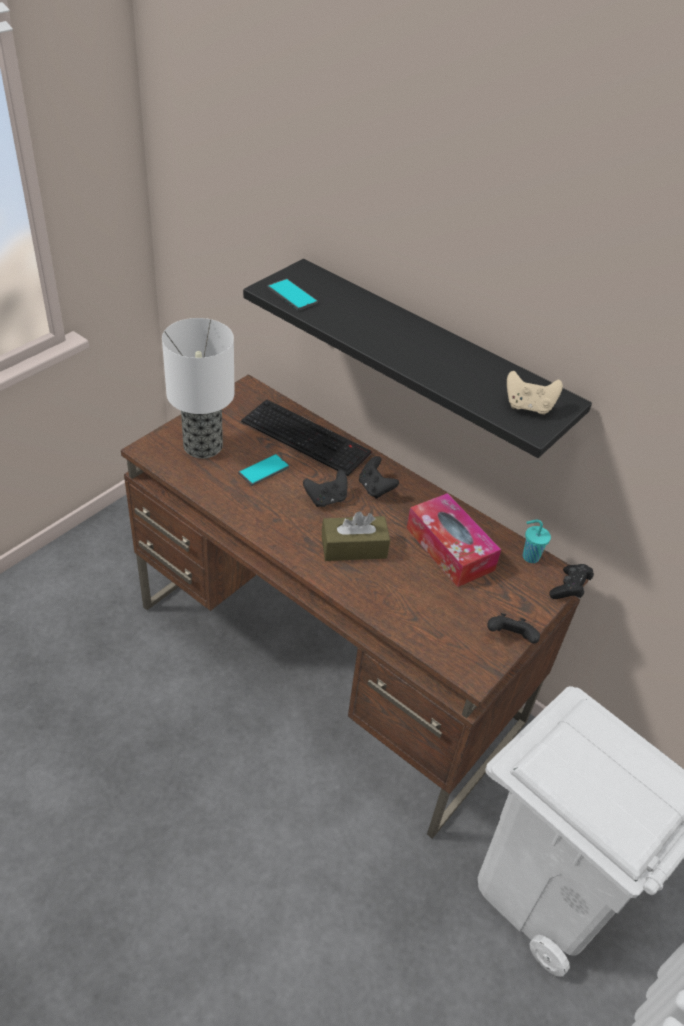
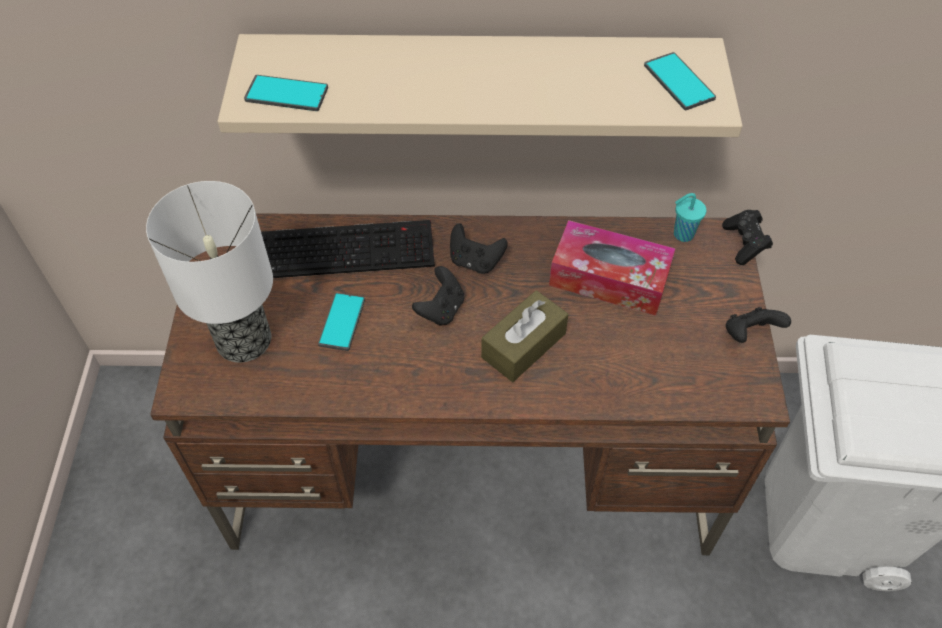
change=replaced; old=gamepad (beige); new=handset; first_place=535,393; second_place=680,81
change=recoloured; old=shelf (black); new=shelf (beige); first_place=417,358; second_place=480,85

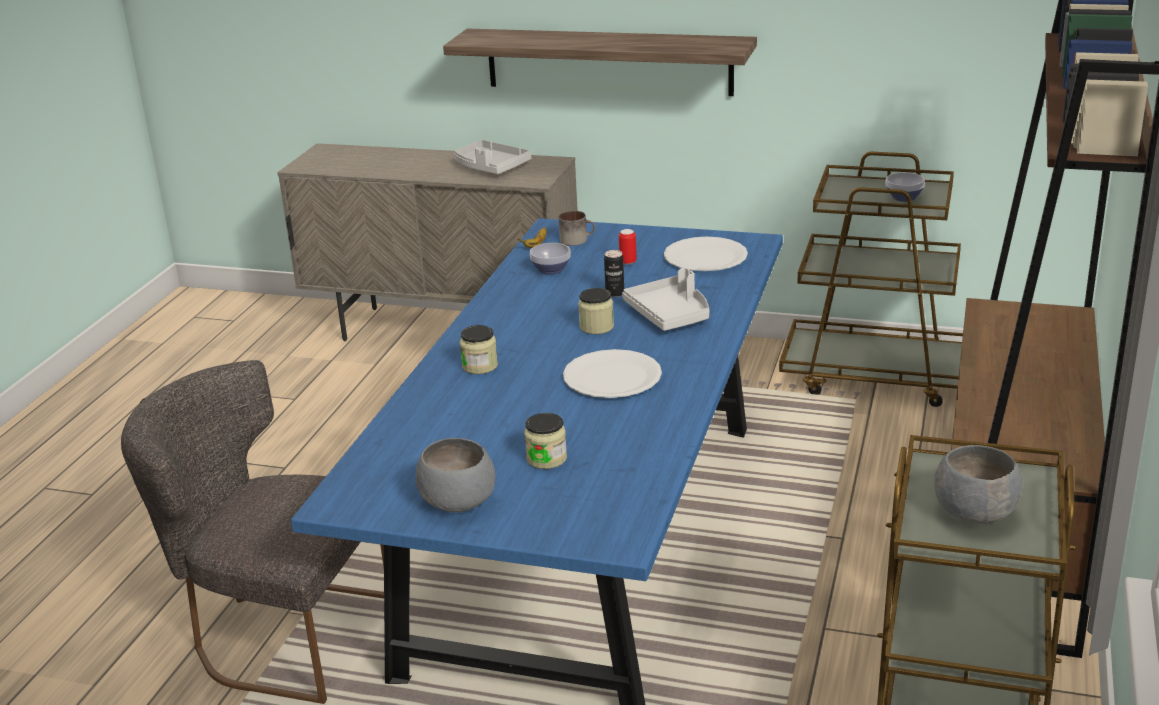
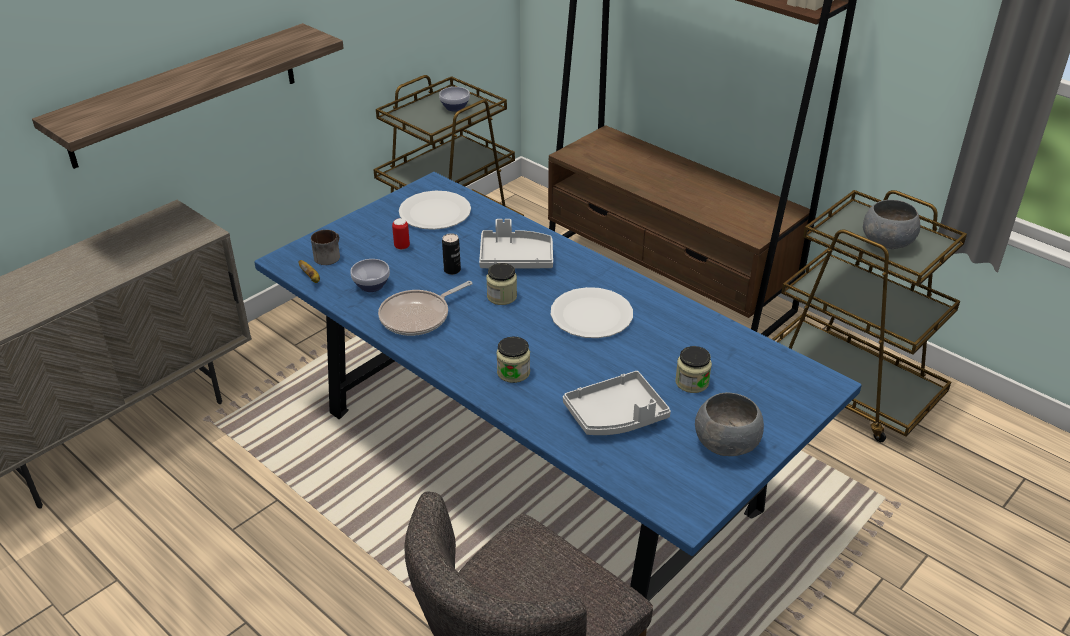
change=added; new=pan; second_place=425,308
change=moved; old=serving tray (gray); first_place=492,157; second_place=617,403

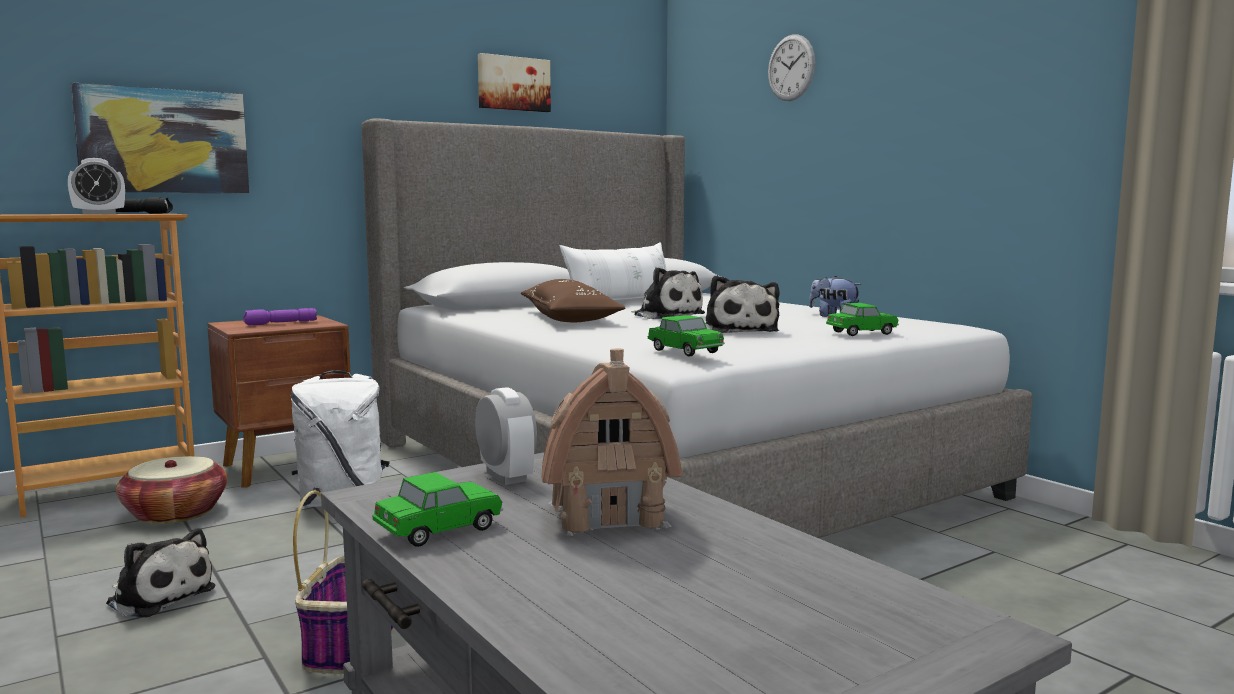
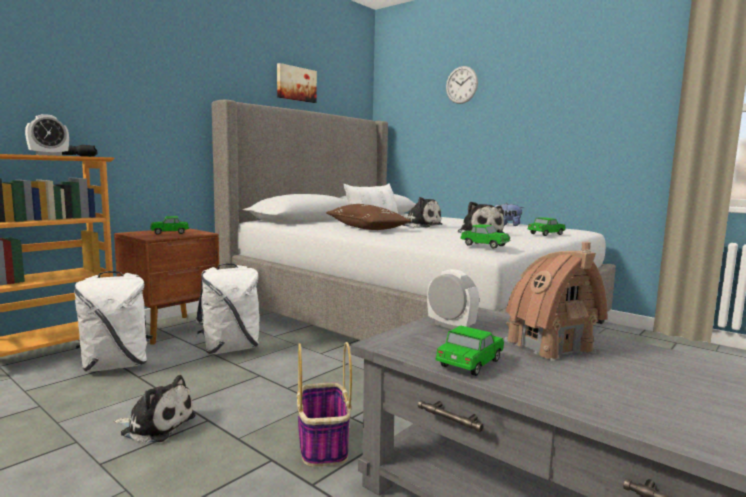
change=removed; old=picture; first_place=160,138
change=replaced; old=storage basket; new=rucksack (white-coloured); first_place=171,490; second_place=113,321
change=replaced; old=torch (purple); new=miniature car; first_place=280,316; second_place=169,225

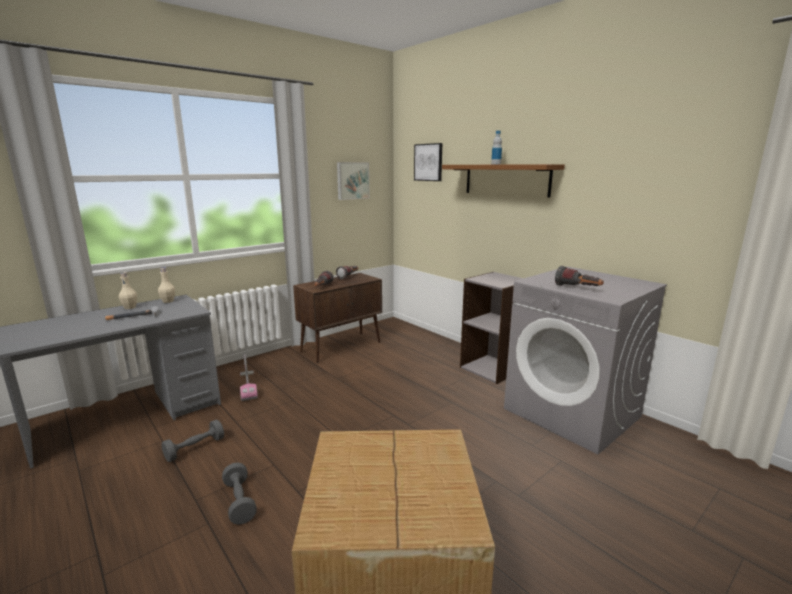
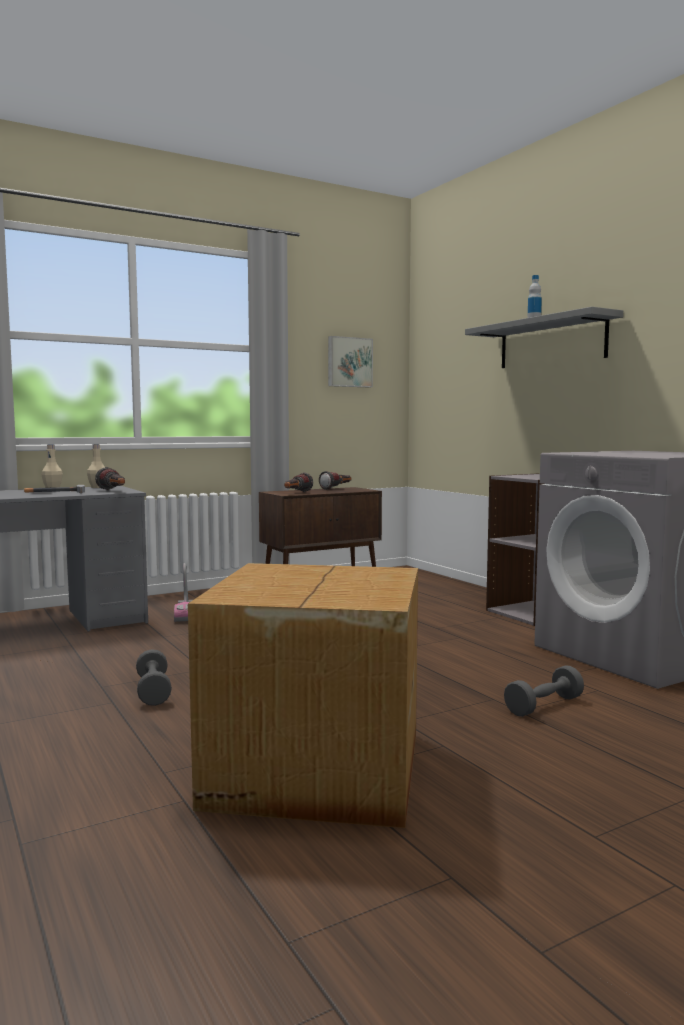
change=removed; old=picture; first_place=428,162
change=moved; old=hand weight (gray); first_place=192,440; second_place=544,691
change=moved; old=torch; first_place=579,276; second_place=110,478
change=recoloured; old=shelf (brown-coloured); new=shelf (gray); first_place=503,181; second_place=544,337

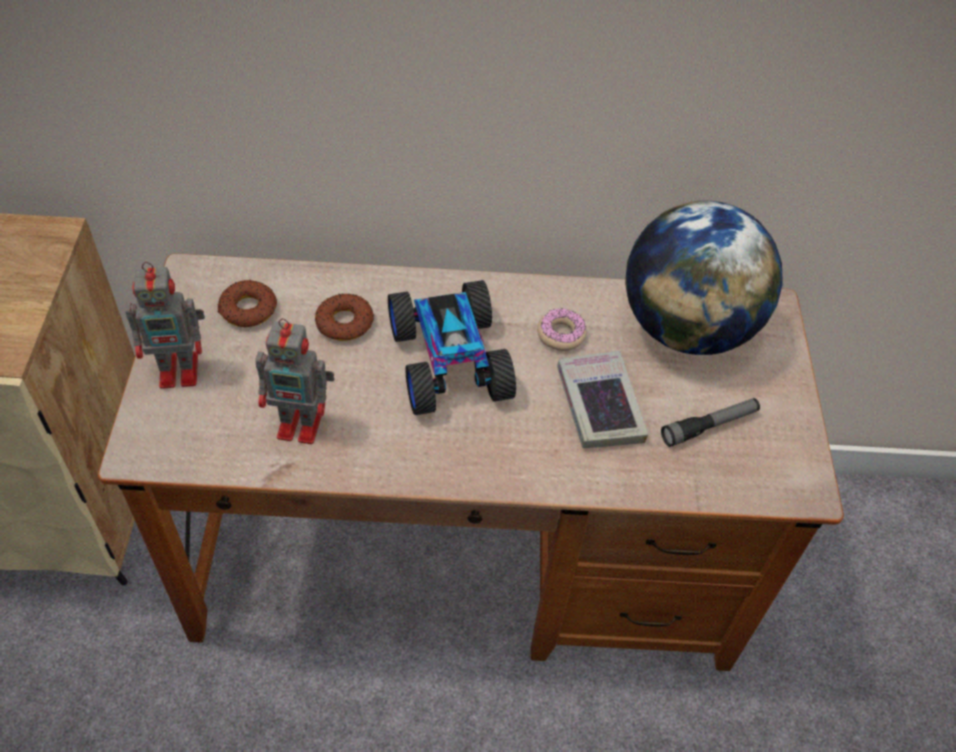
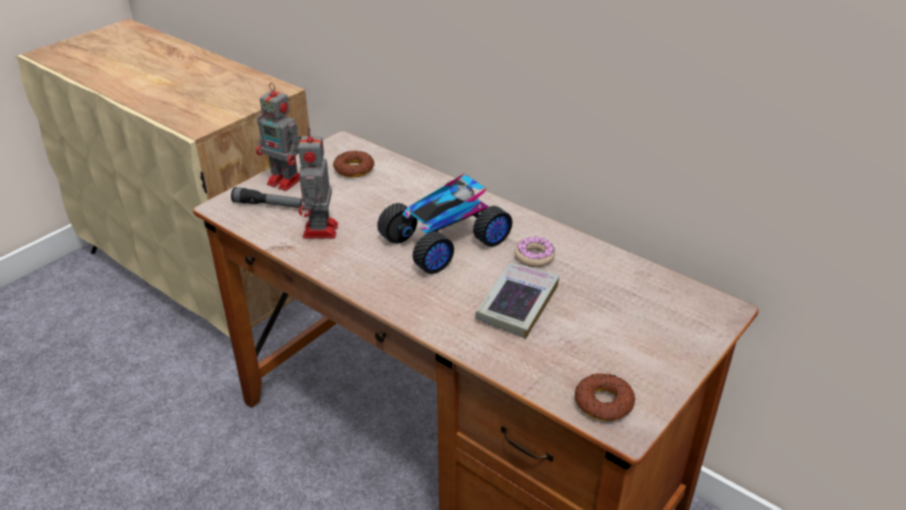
change=removed; old=desk globe; first_place=704,278
change=moved; old=donut; first_place=344,317; second_place=605,397
change=moved; old=torch; first_place=710,422; second_place=267,197
change=turned; old=toy robot; first_place=295,381; second_place=318,183; degrees=45
change=turned; old=miniature car; first_place=452,347; second_place=444,224; degrees=-150

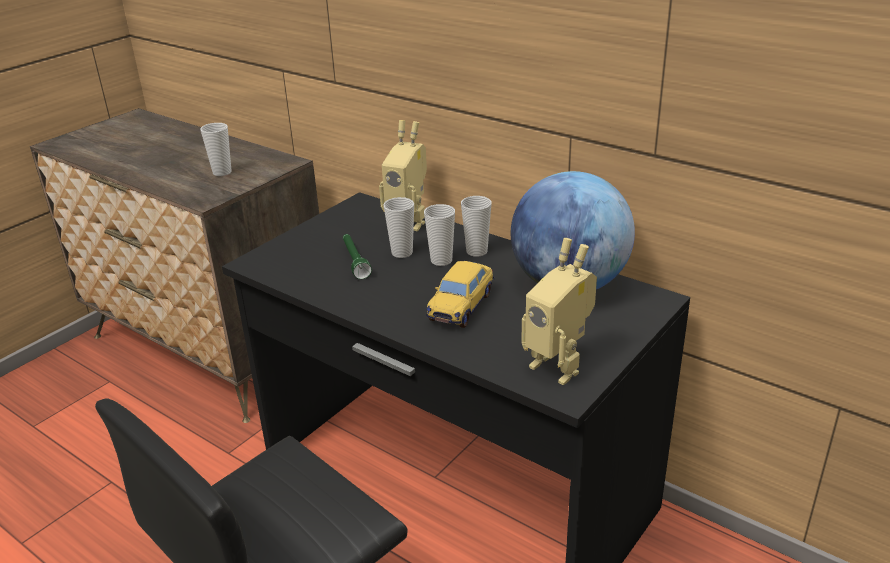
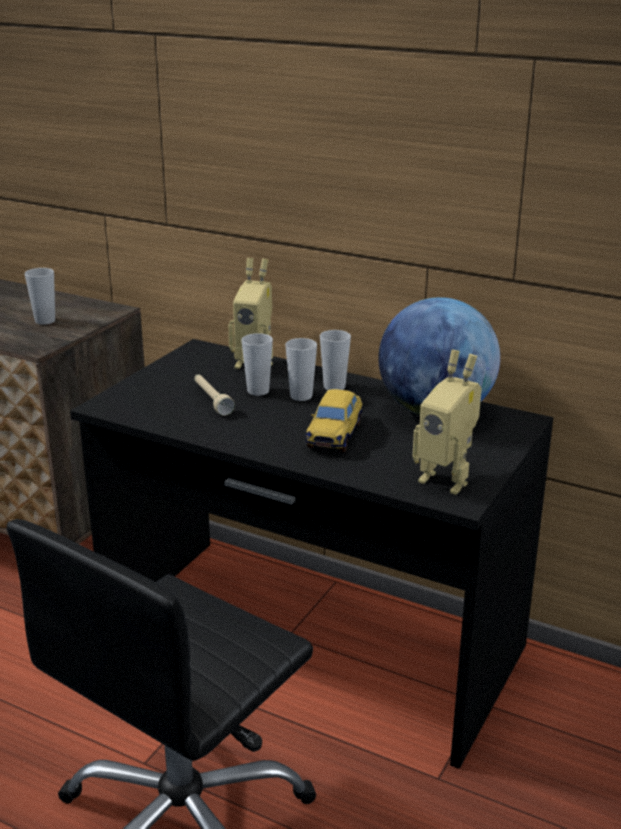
change=recoloured; old=torch (green-coloured); new=torch (beige); first_place=357,256; second_place=214,395

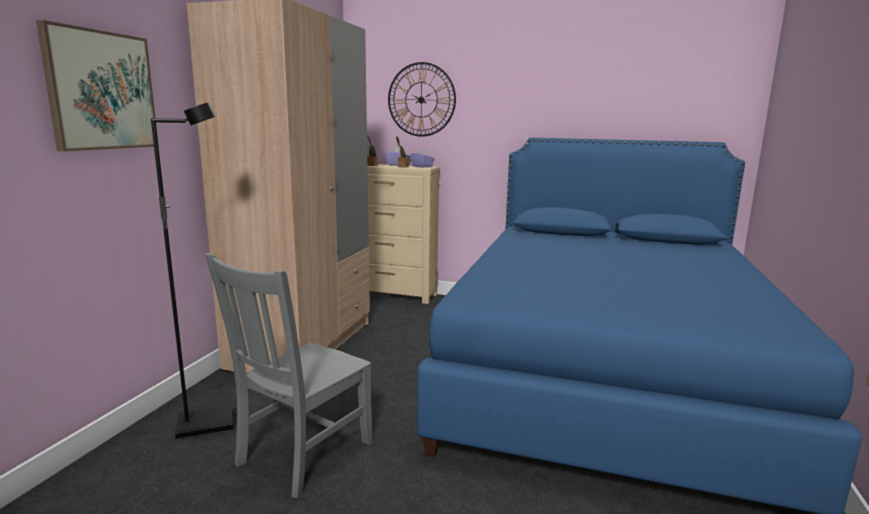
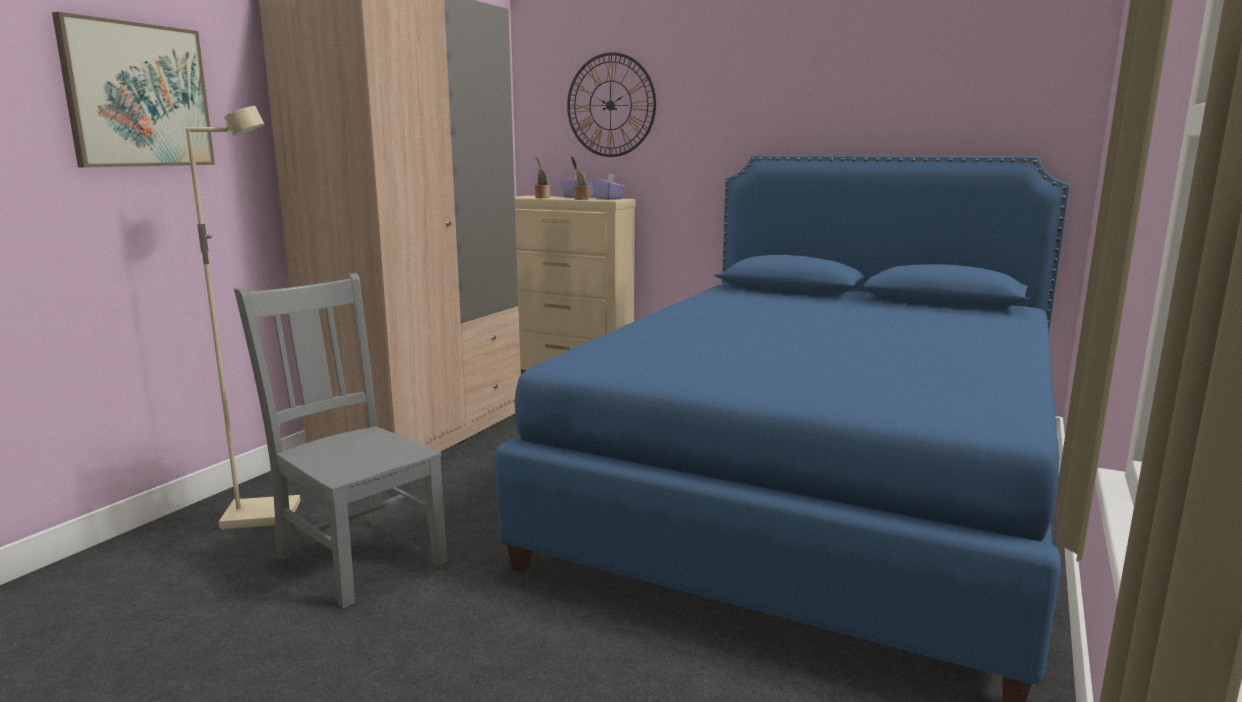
change=recoloured; old=standard lamp (black); new=standard lamp (beige); first_place=192,271; second_place=242,317
change=turned; old=chair (gray); first_place=289,375; second_place=341,440; degrees=90

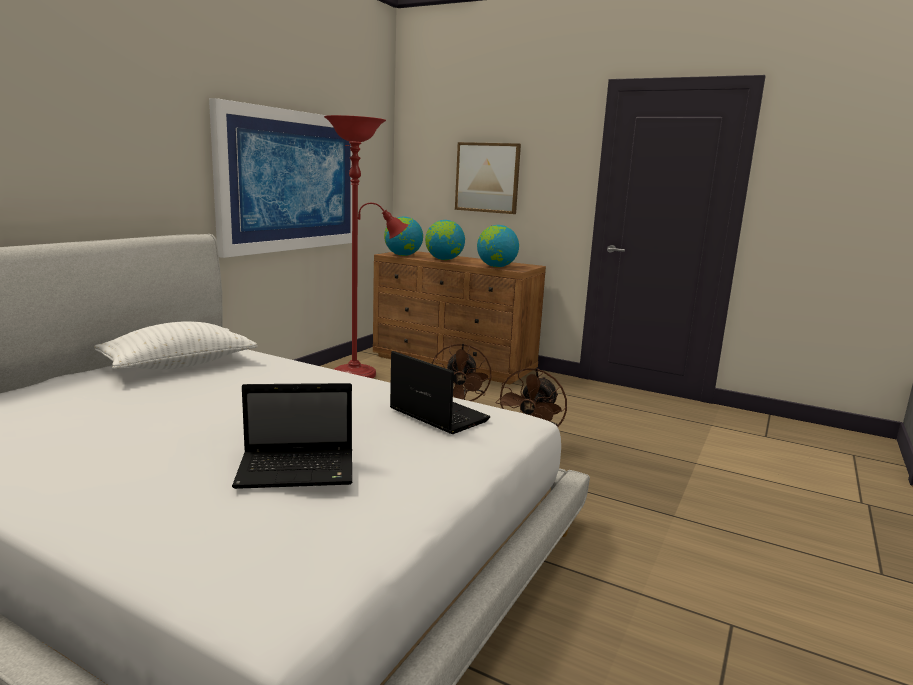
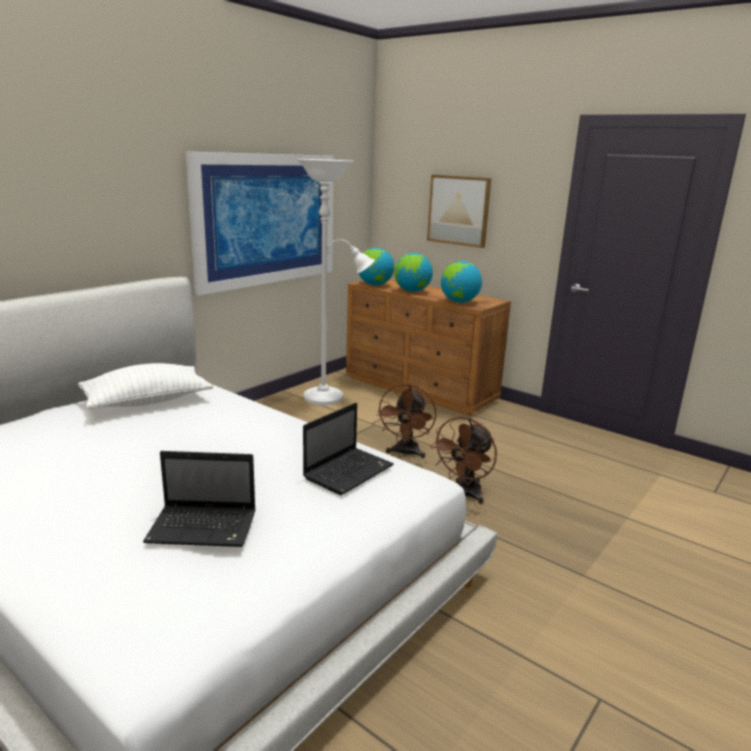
change=recoloured; old=standard lamp (reddish); new=standard lamp (white-coloured); first_place=366,247; second_place=335,282
change=turned; old=laptop; first_place=440,392; second_place=348,449; degrees=75

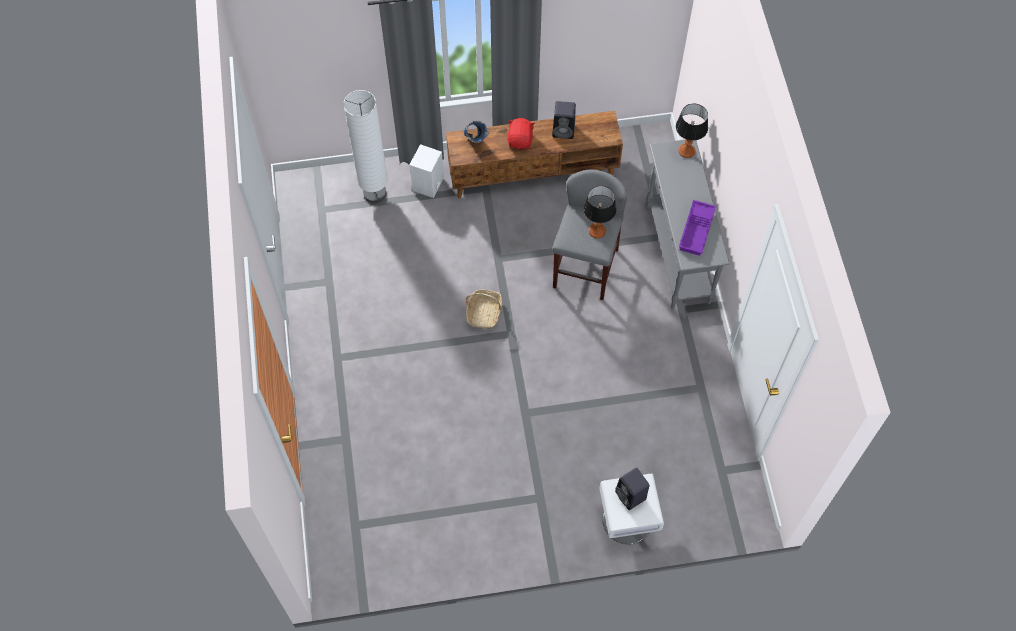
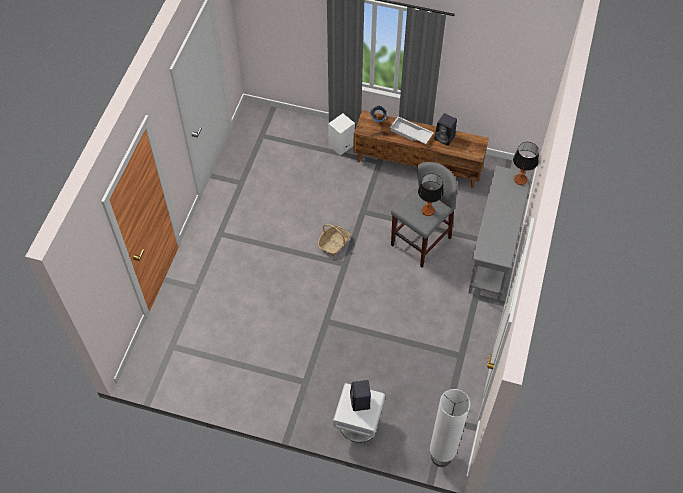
change=removed; old=serving tray (purple); first_place=697,228
change=moved; old=standard lamp (white-coloured); first_place=365,146; second_place=450,428
change=replaced; old=plush toy (reddish); new=serving tray (white-coloured); first_place=521,133; second_place=412,130

